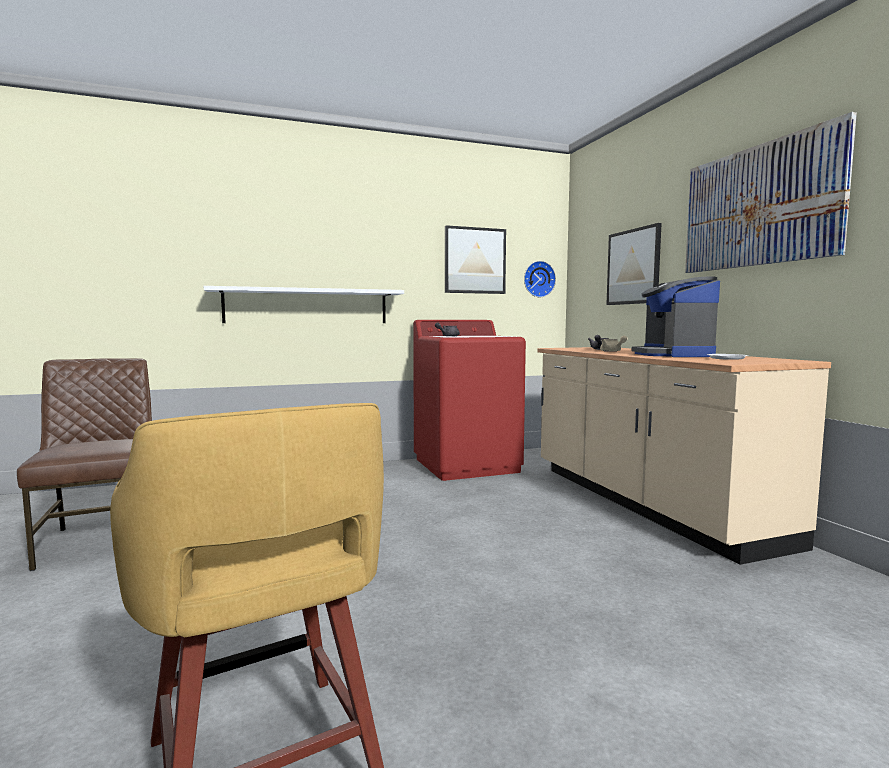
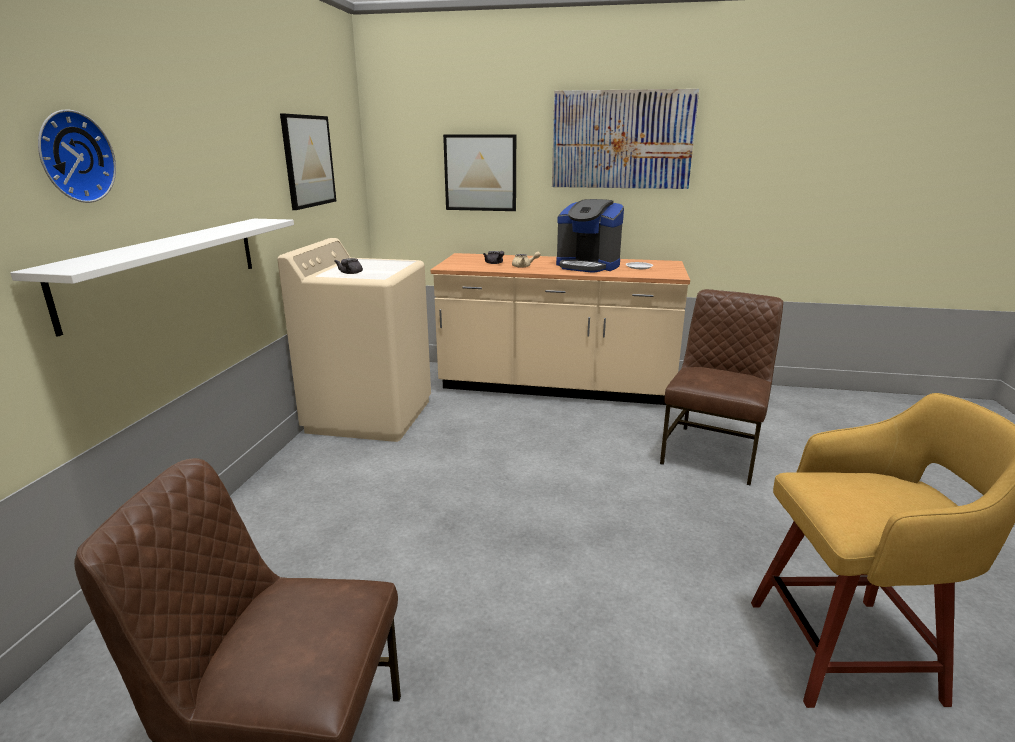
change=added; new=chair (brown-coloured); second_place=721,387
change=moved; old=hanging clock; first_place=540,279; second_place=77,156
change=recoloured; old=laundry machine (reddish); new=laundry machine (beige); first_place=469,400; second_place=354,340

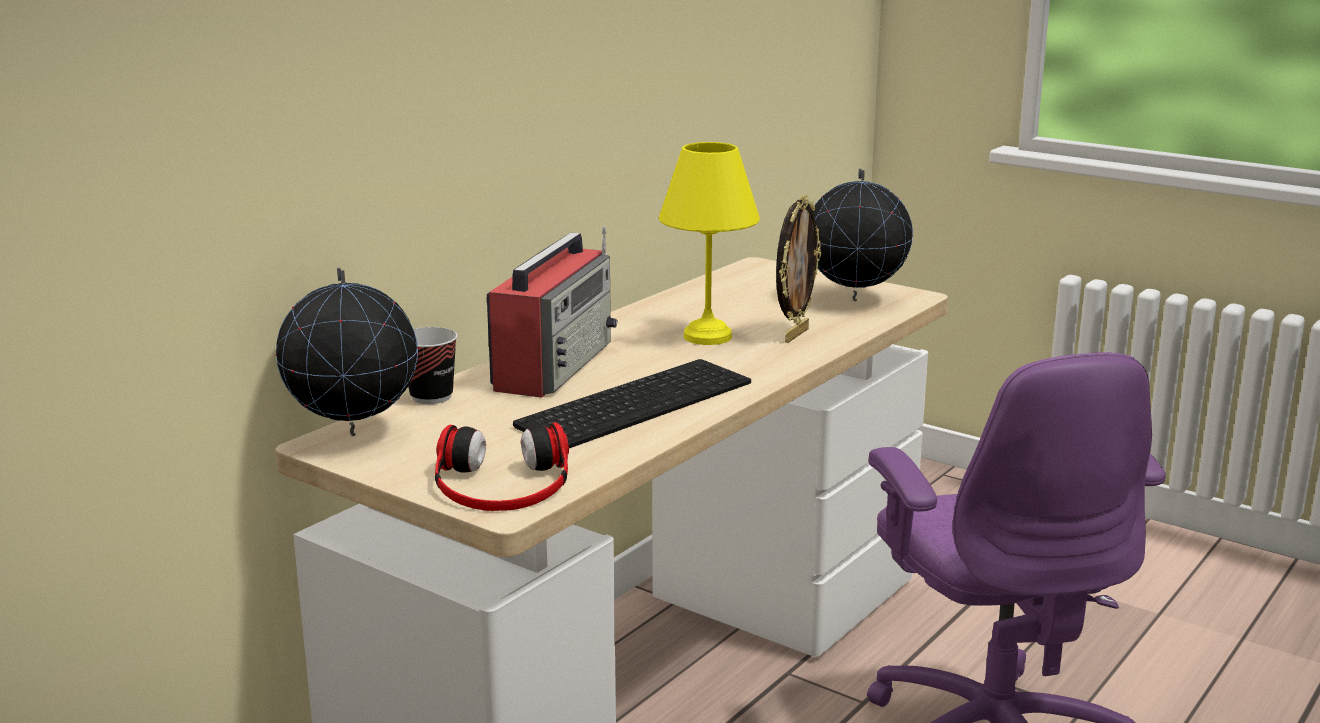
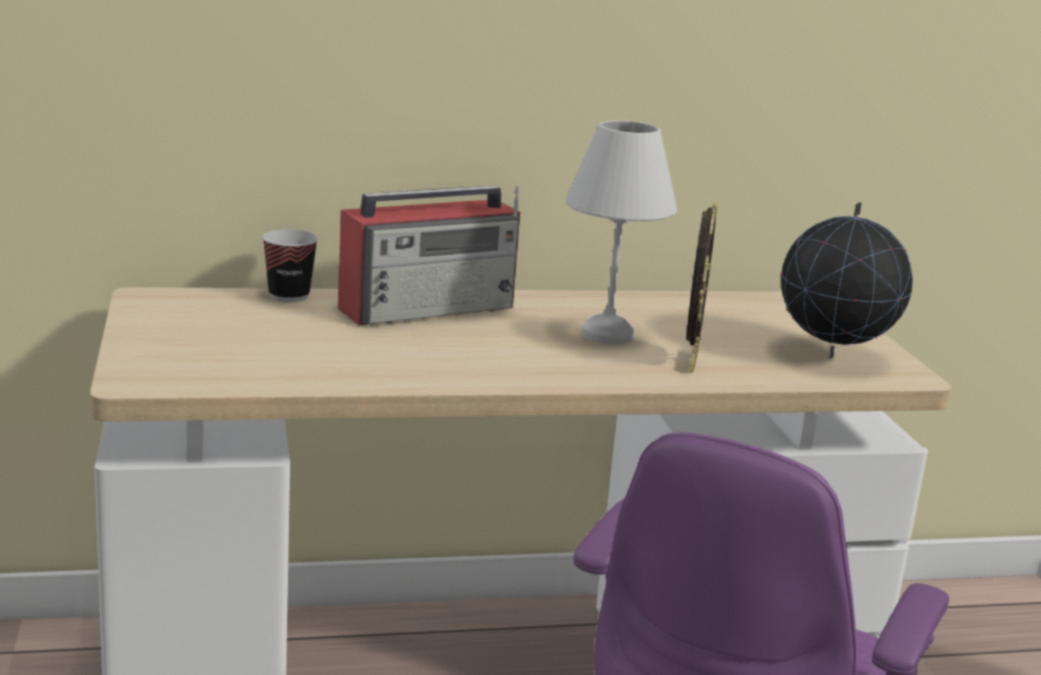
change=removed; old=desk globe; first_place=347,352
change=removed; old=headset; first_place=502,466
change=removed; old=keyboard; first_place=632,403
change=recoloured; old=table lamp (yellow-coloured); new=table lamp (white-coloured); first_place=709,243; second_place=621,232
change=turned; old=photo frame; first_place=798,269; second_place=702,287; degrees=-60

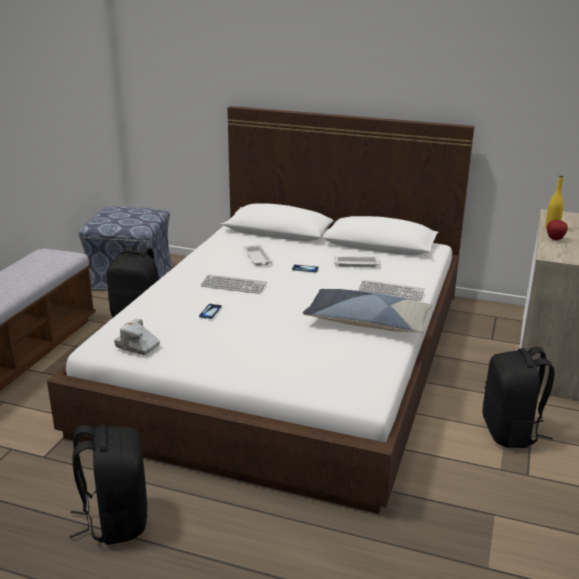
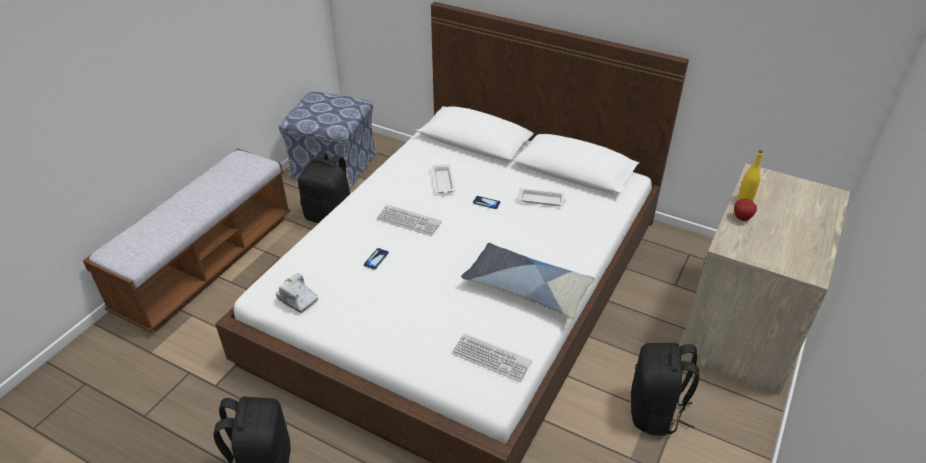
change=moved; old=keyboard; first_place=391,290; second_place=492,357

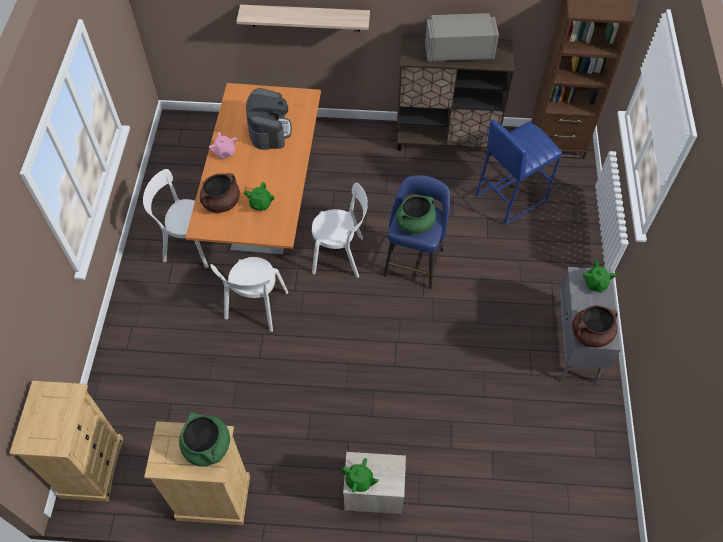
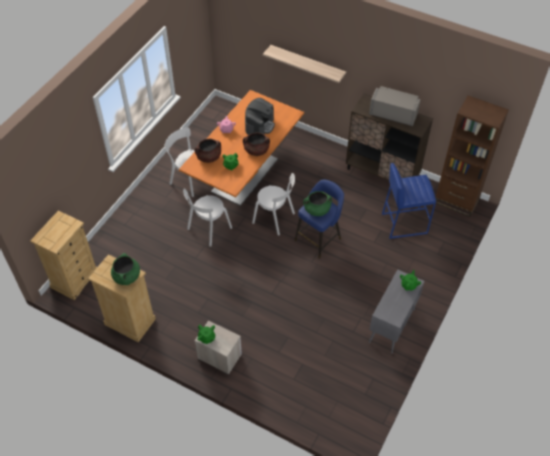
change=moved; old=saucepot (brown-coloured); first_place=595,326; second_place=256,144

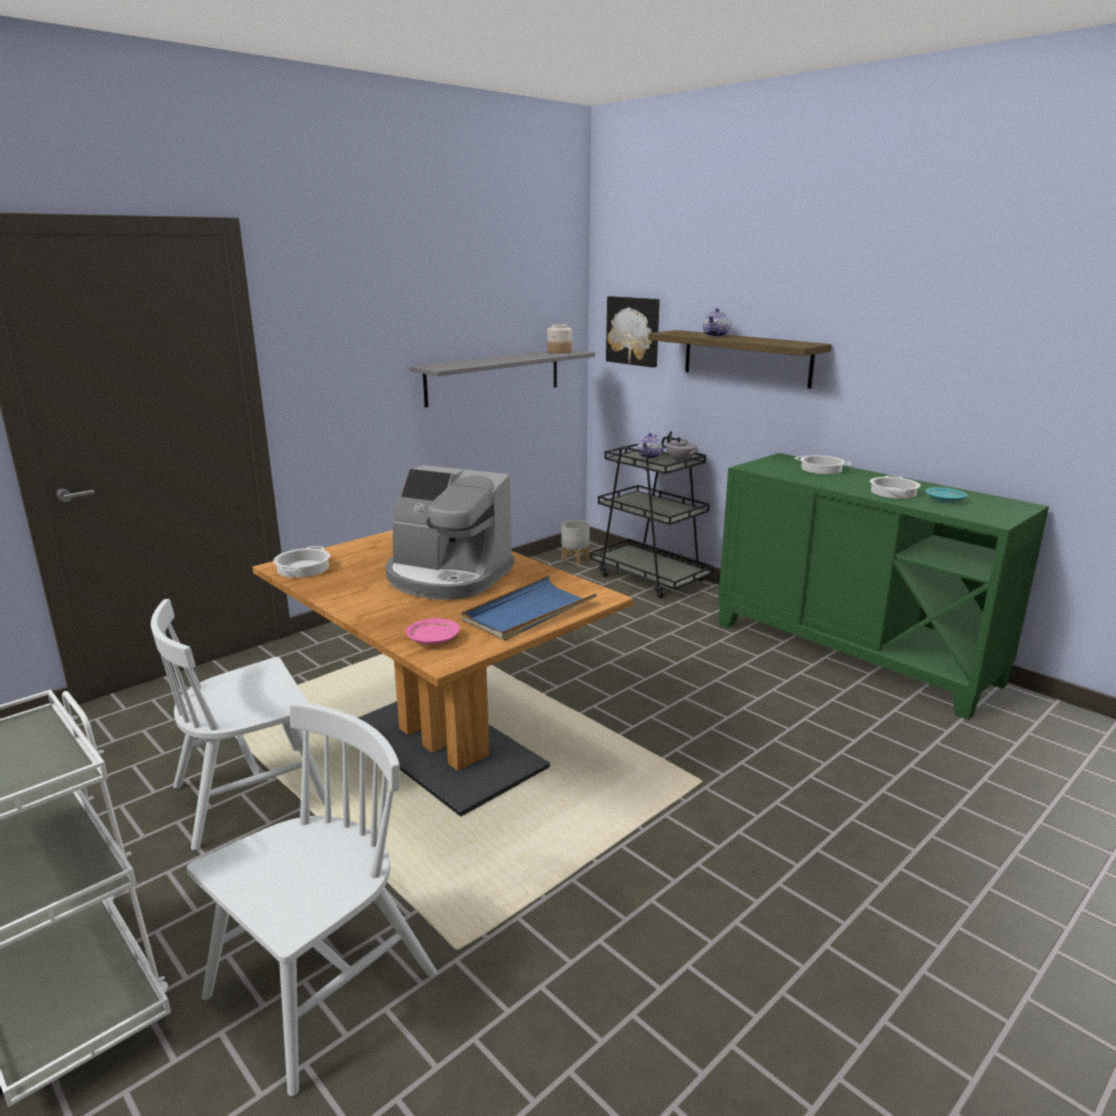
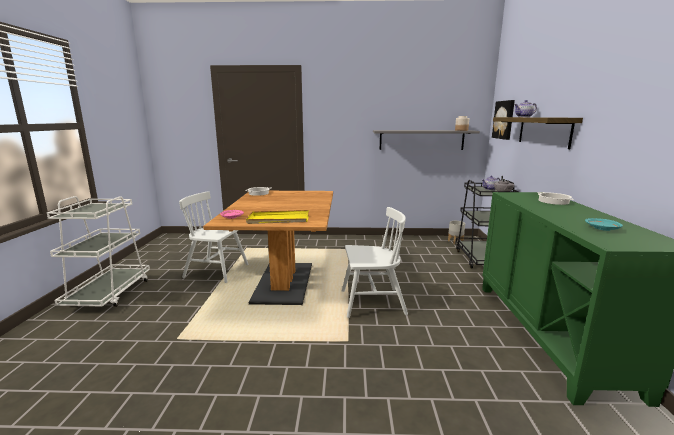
change=removed; old=coffee brewer; first_place=449,532
change=removed; old=saucepot; first_place=895,487
change=moved; old=chair (white-coloured); first_place=311,898; second_place=375,262
change=recoloured; old=serving tray (bluish); new=serving tray (yellow-coloured); first_place=529,608; second_place=277,217

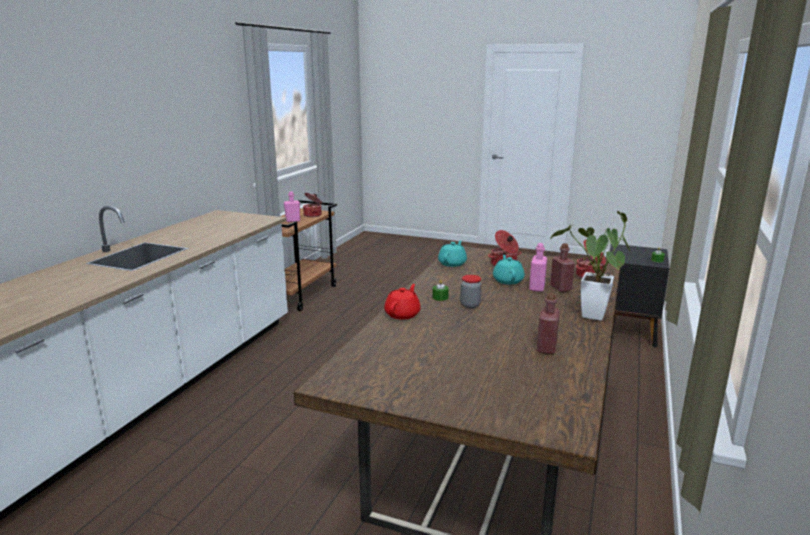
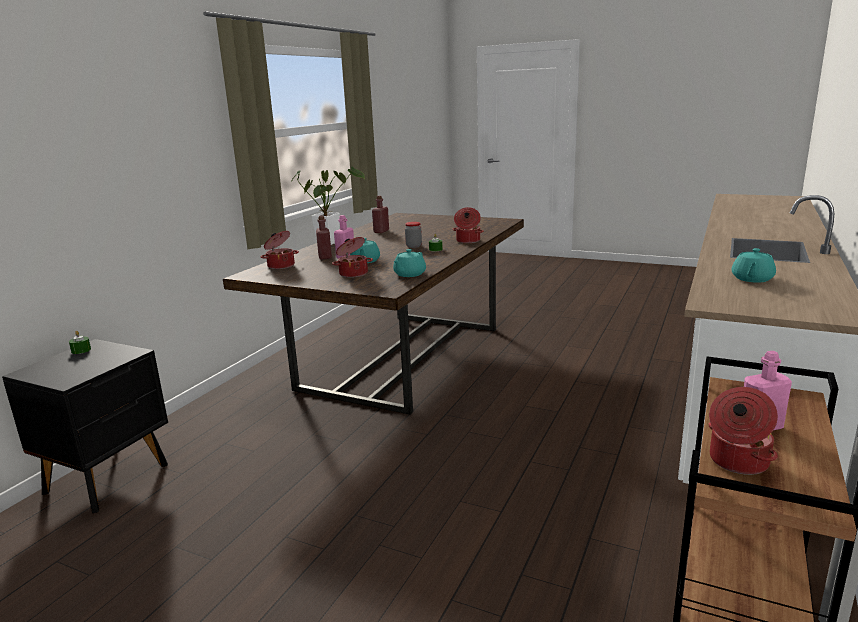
change=added; new=pot for tea (turquoise-coloured); second_place=754,265
change=replaced; old=pot for tea (reddish); new=saucepot; first_place=402,302; second_place=468,225

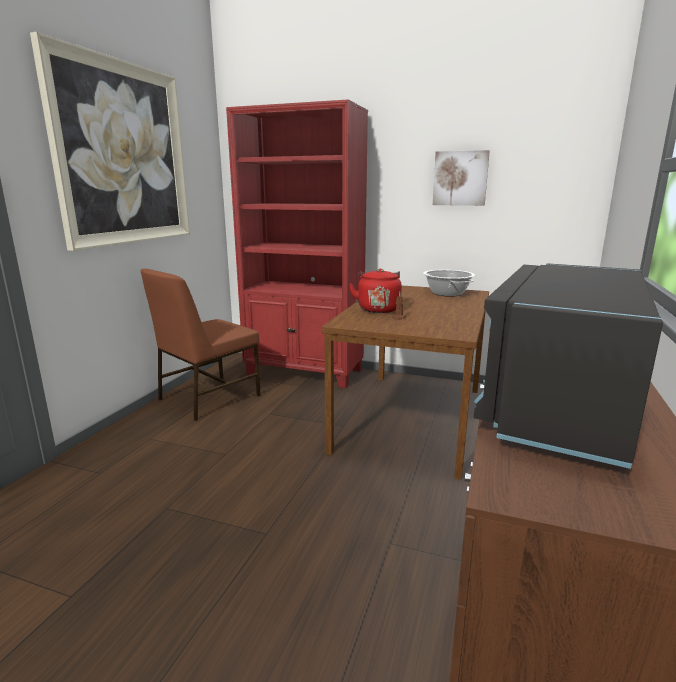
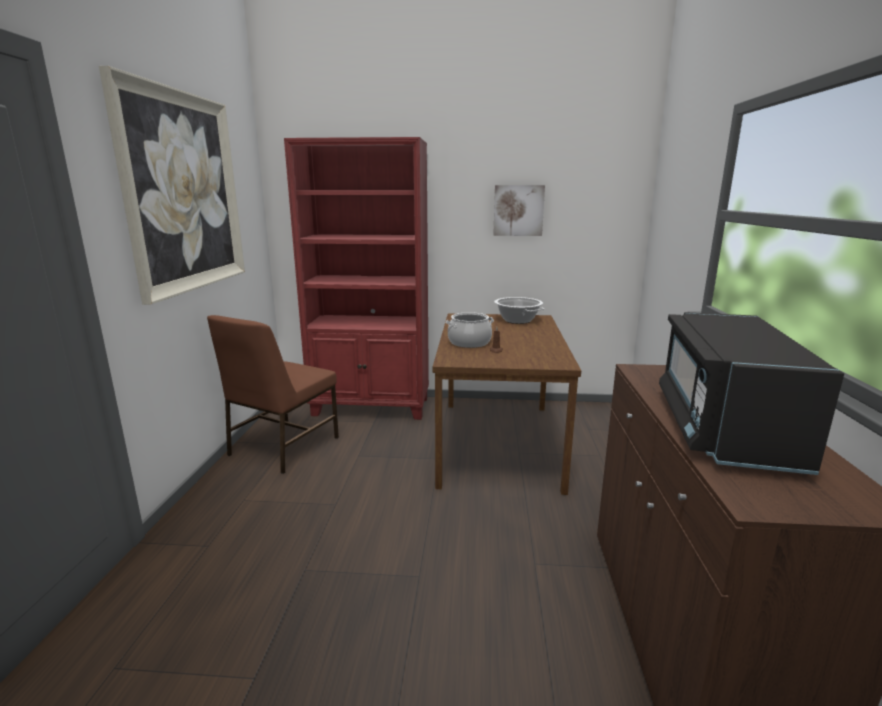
change=replaced; old=water kettle (reddish); new=saucepot; first_place=375,290; second_place=470,330

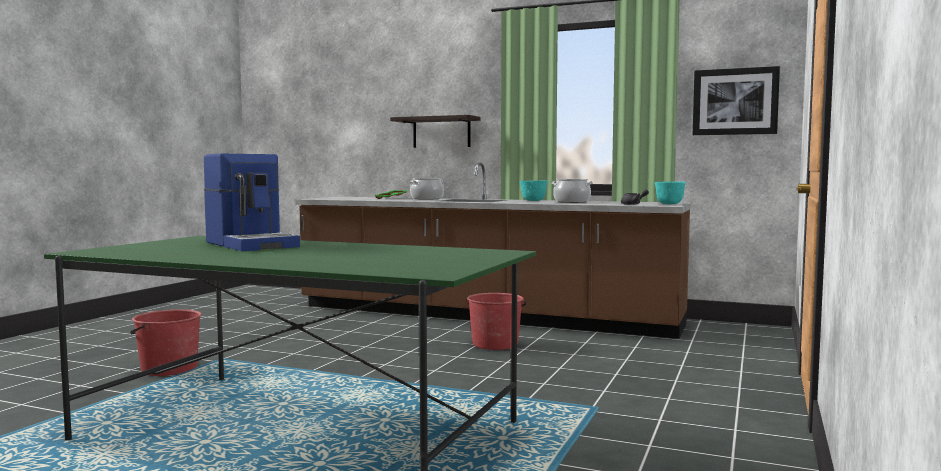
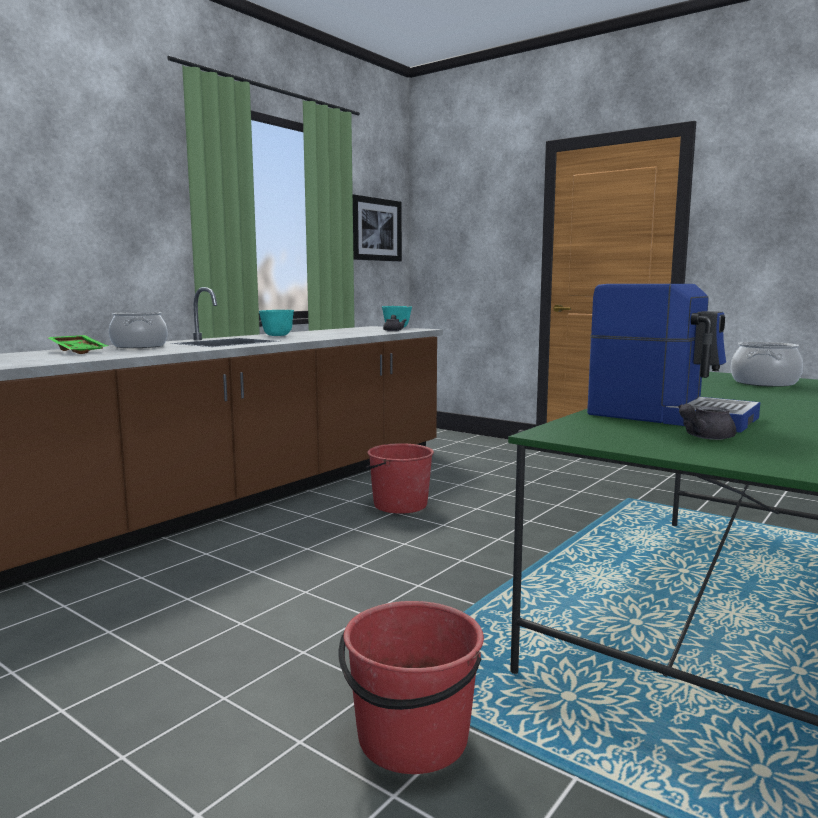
change=removed; old=shelf; first_place=435,131
change=added; new=pot for tea (gray); second_place=707,422
change=moved; old=saucepot; first_place=572,191; second_place=767,364
change=turned; old=coffee brewer; first_place=252,202; second_place=673,358; degrees=60

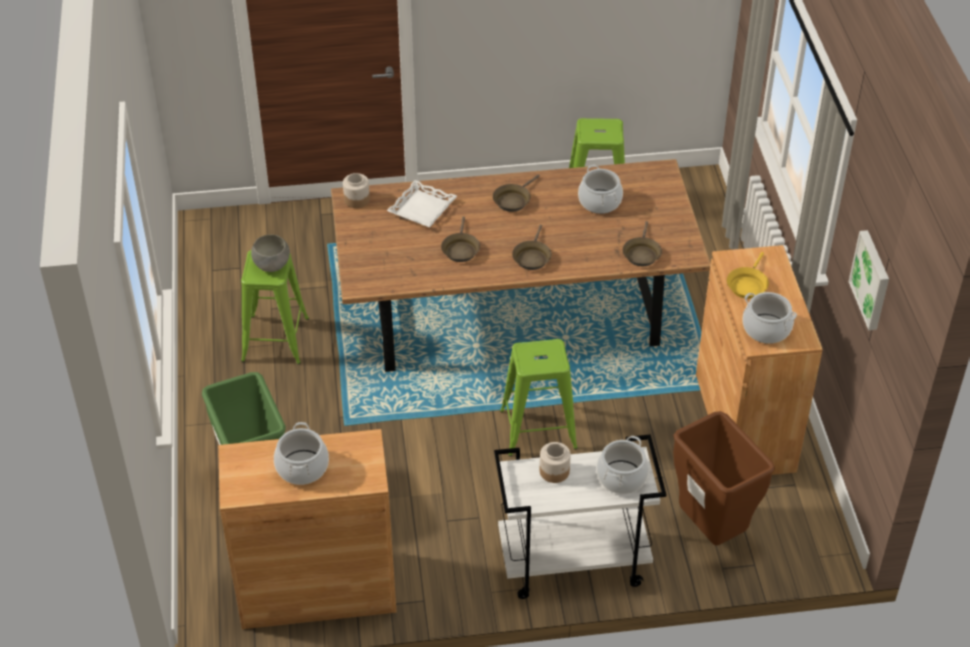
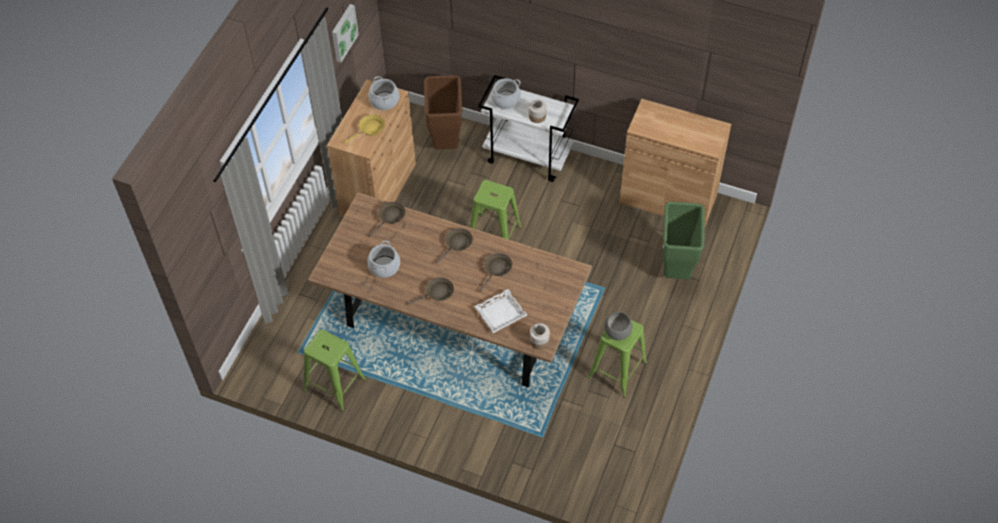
change=removed; old=saucepot; first_place=301,453

